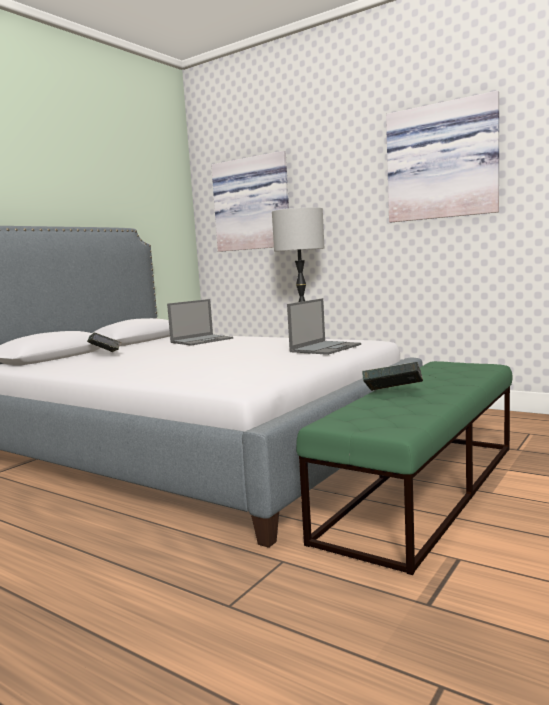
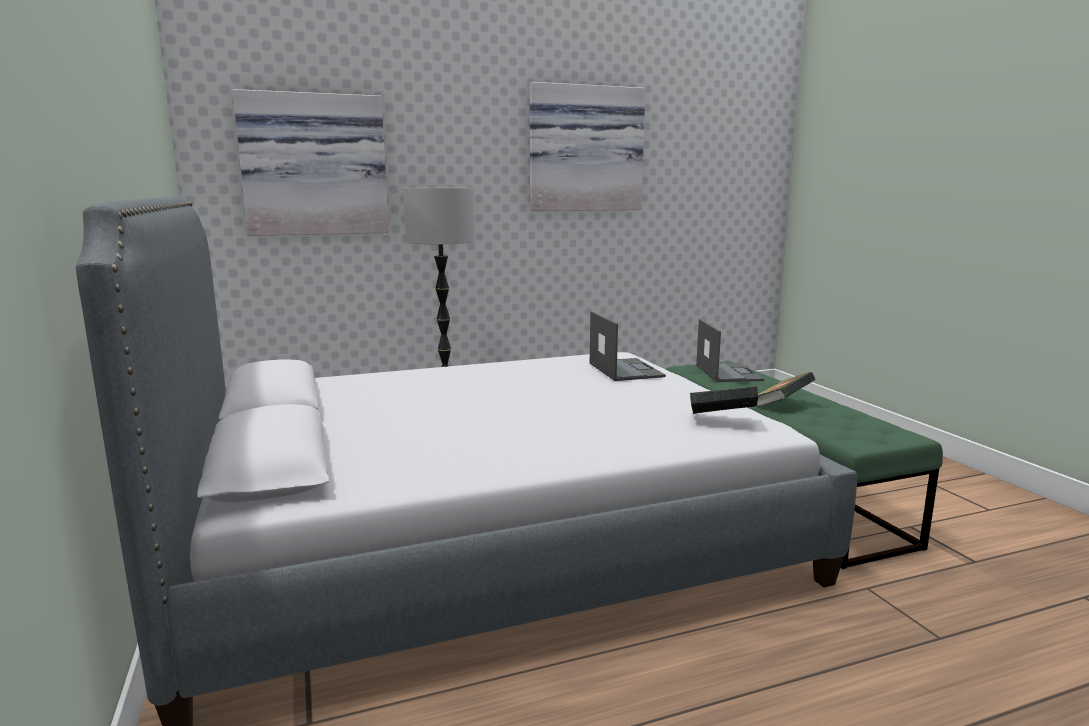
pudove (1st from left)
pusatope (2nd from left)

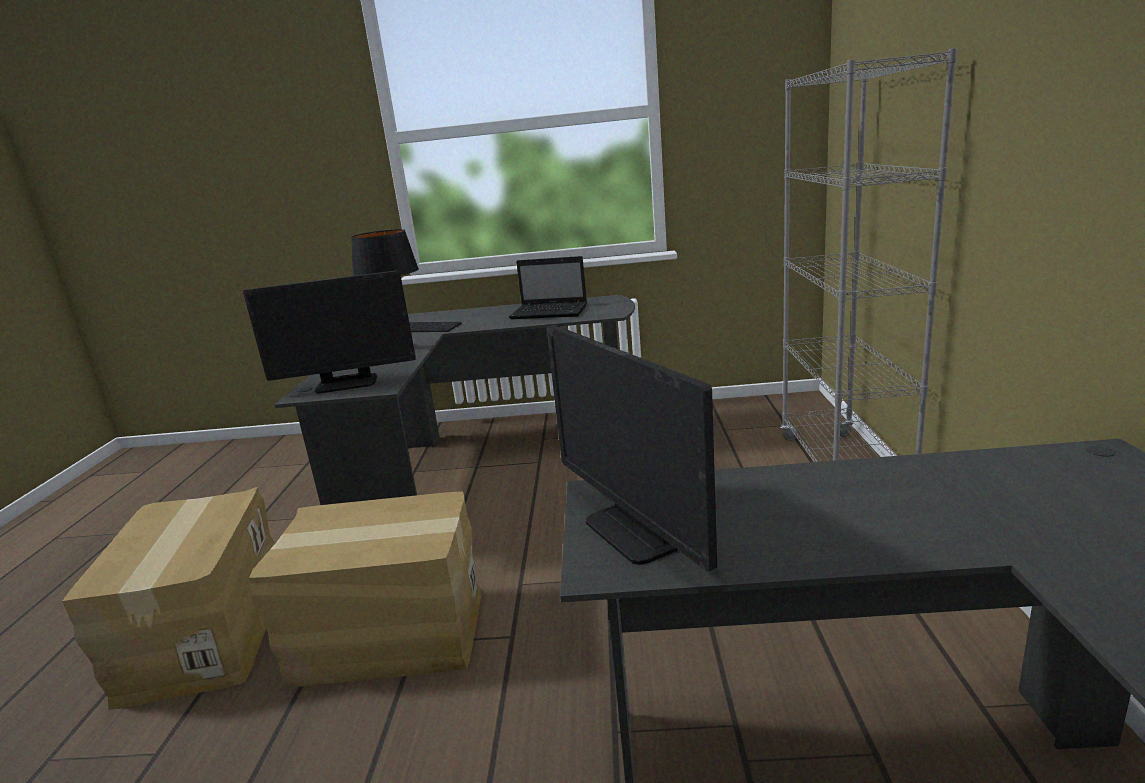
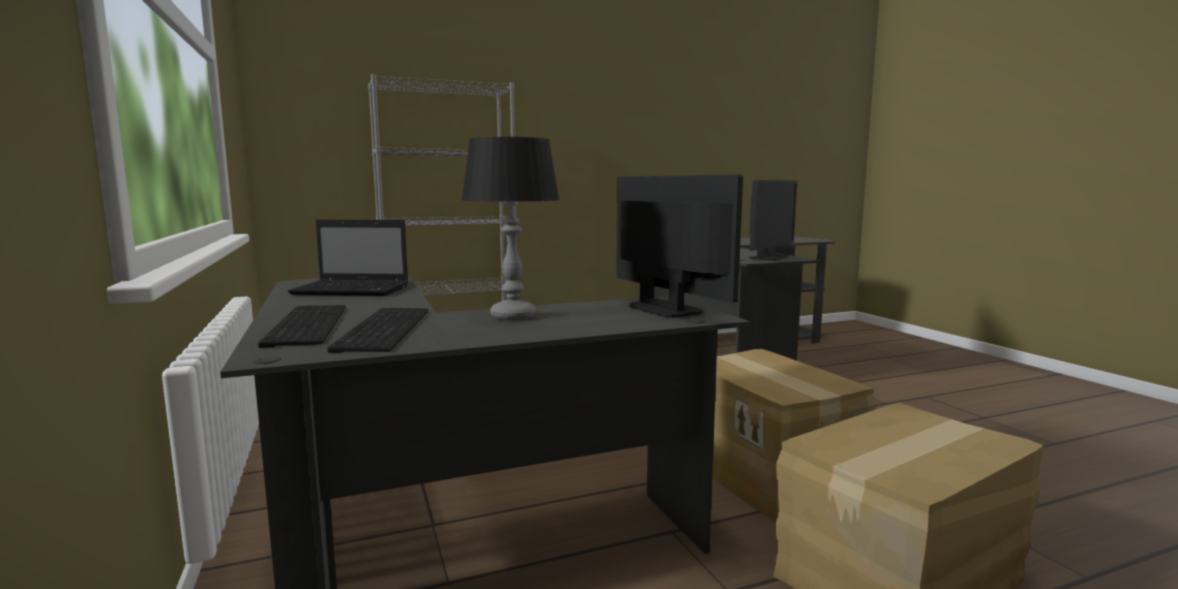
pusatope
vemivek (1st from left)

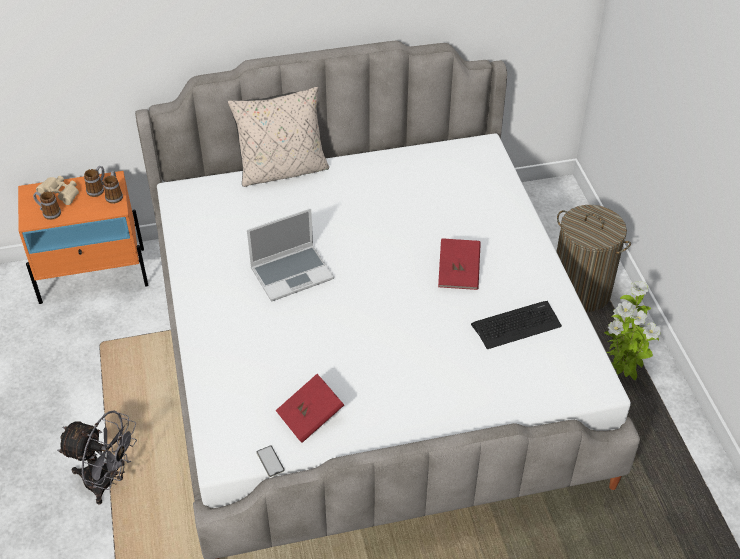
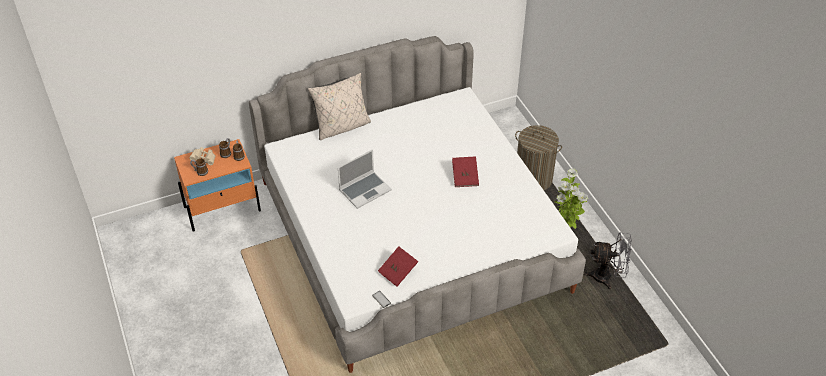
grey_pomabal
vemivek

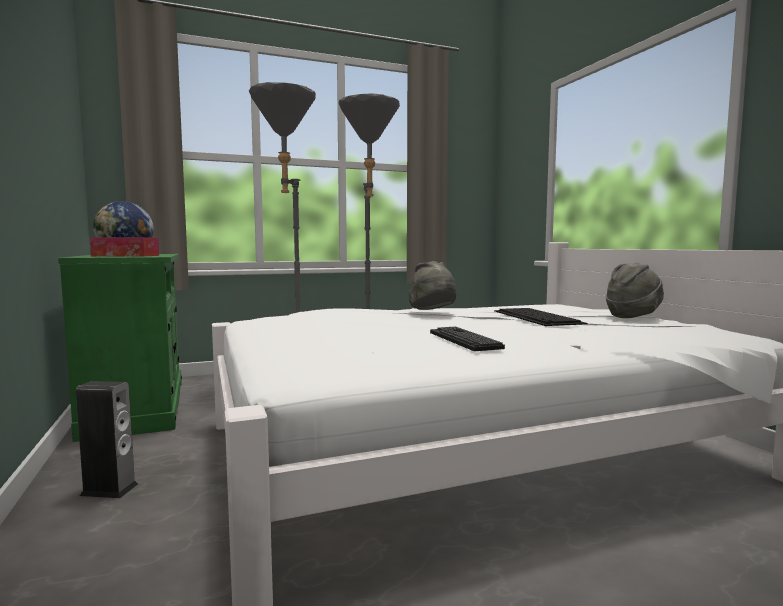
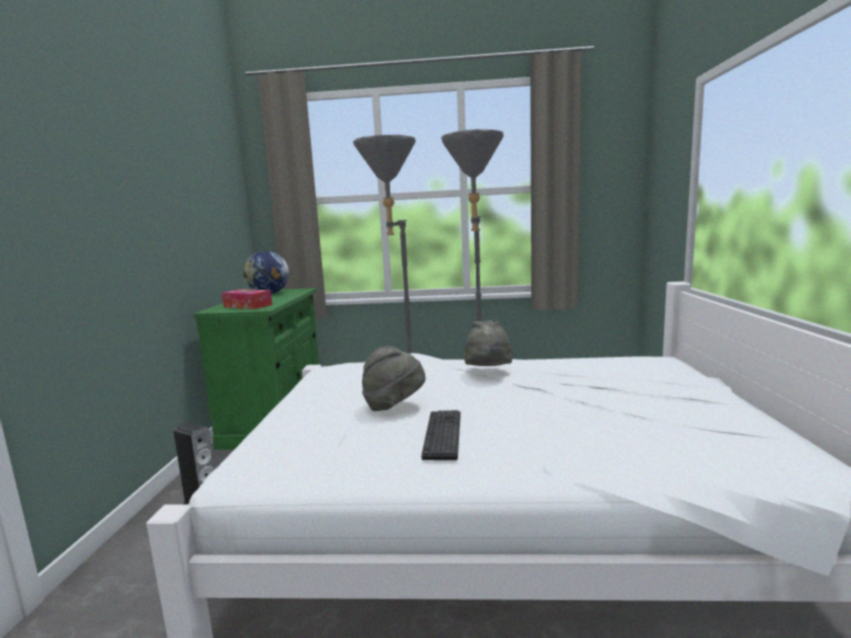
vemivek (2nd from left in the first image)
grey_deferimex (1st from left)

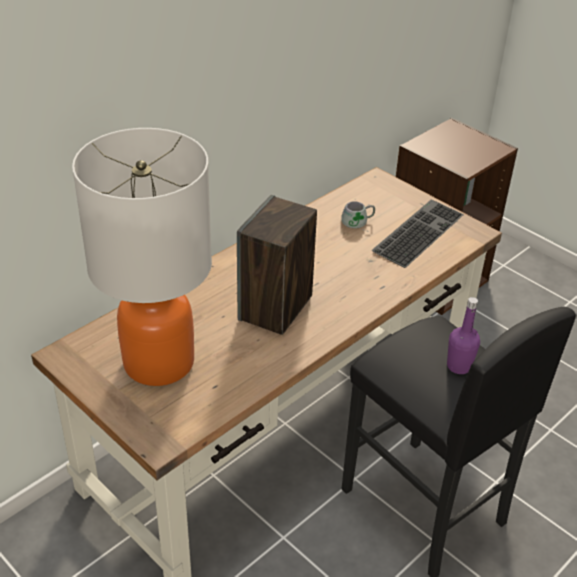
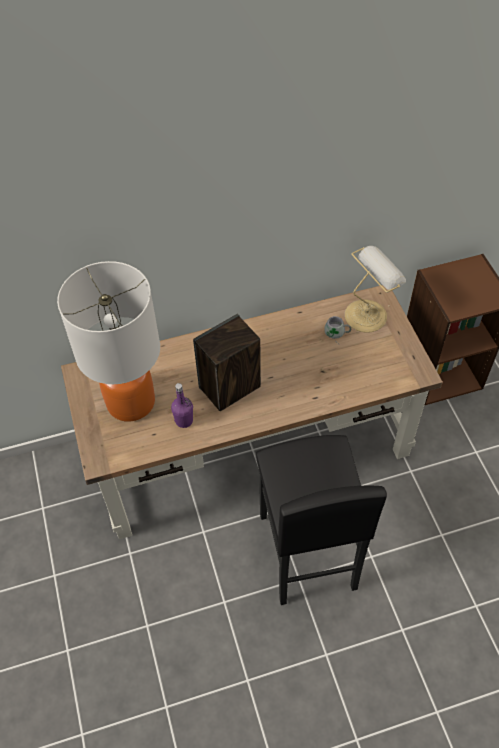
vemivek
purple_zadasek
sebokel (2nd from left)

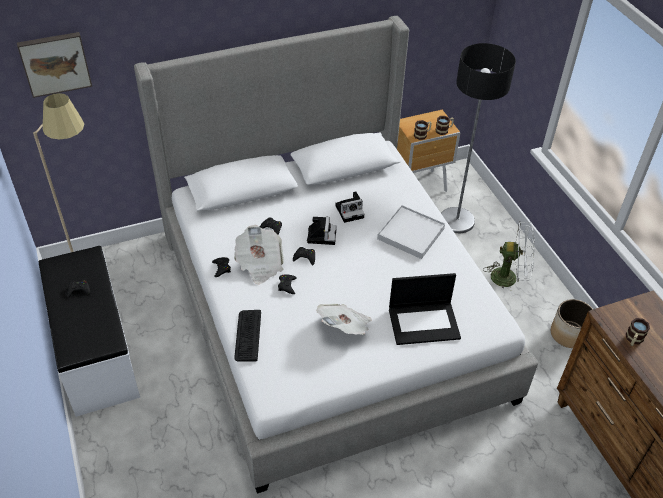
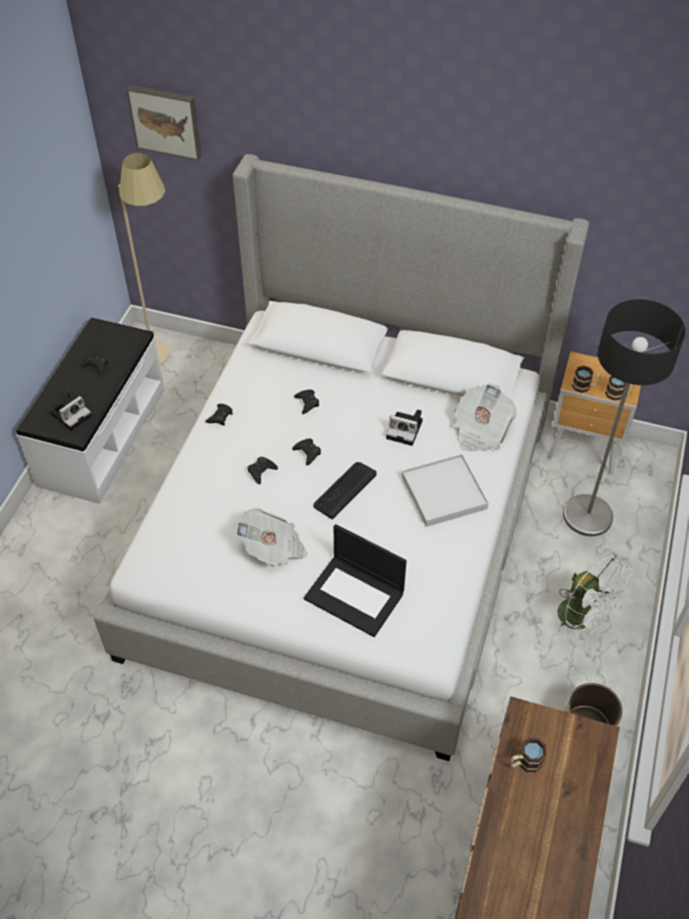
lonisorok (2nd from left)
vemivek
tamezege (1st from left)

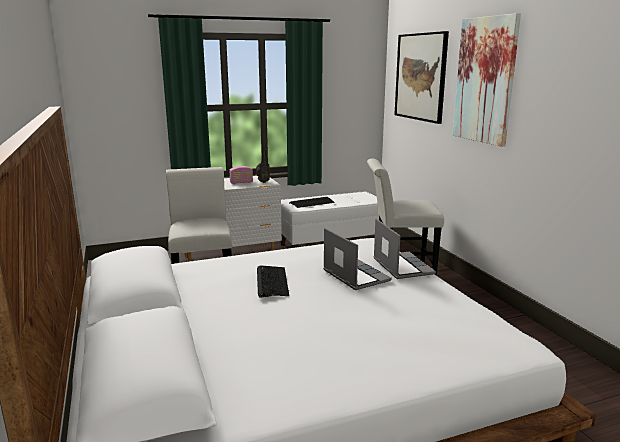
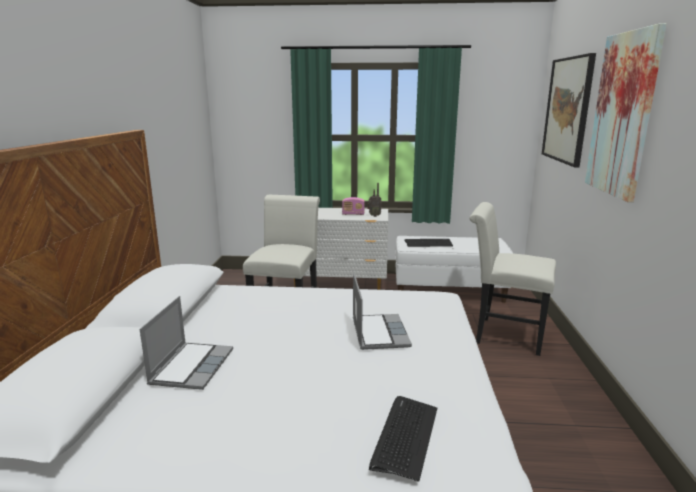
vemivek (1st from left)
pusatope (1st from left)

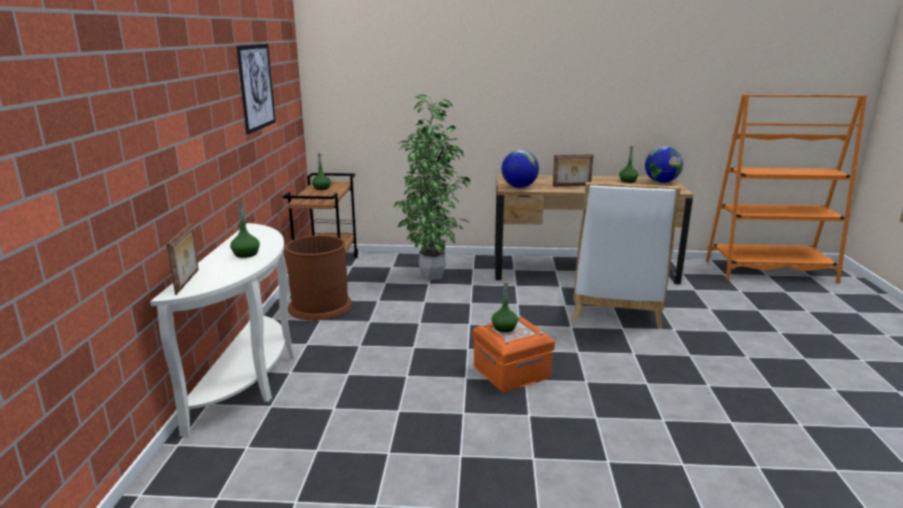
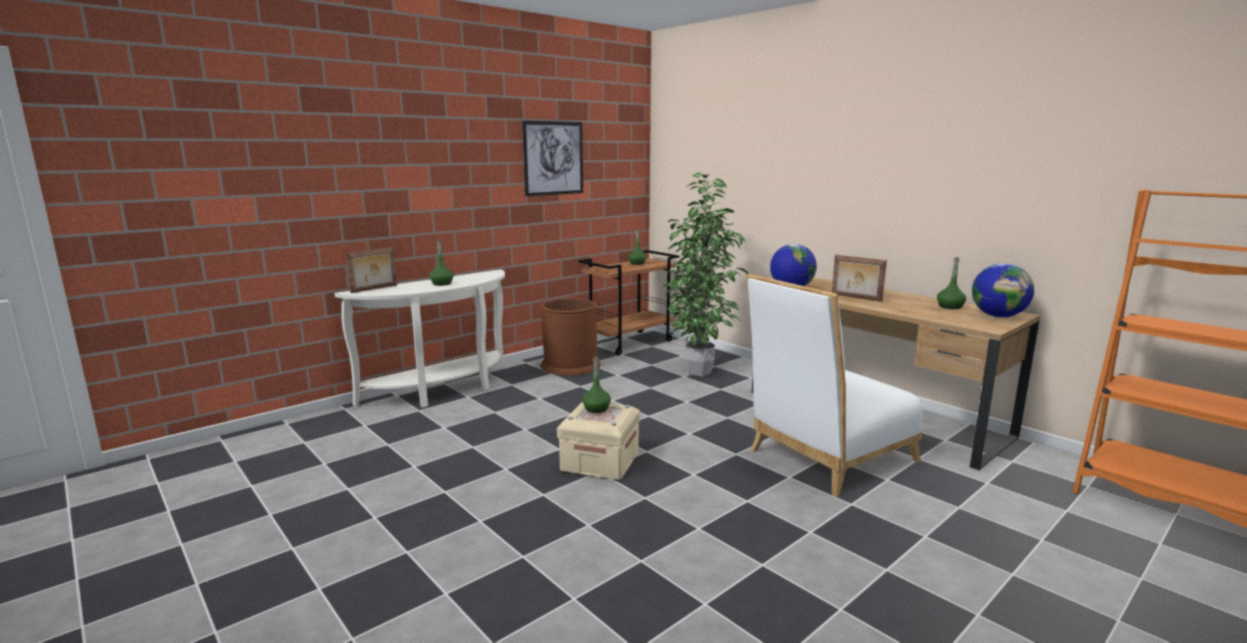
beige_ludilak

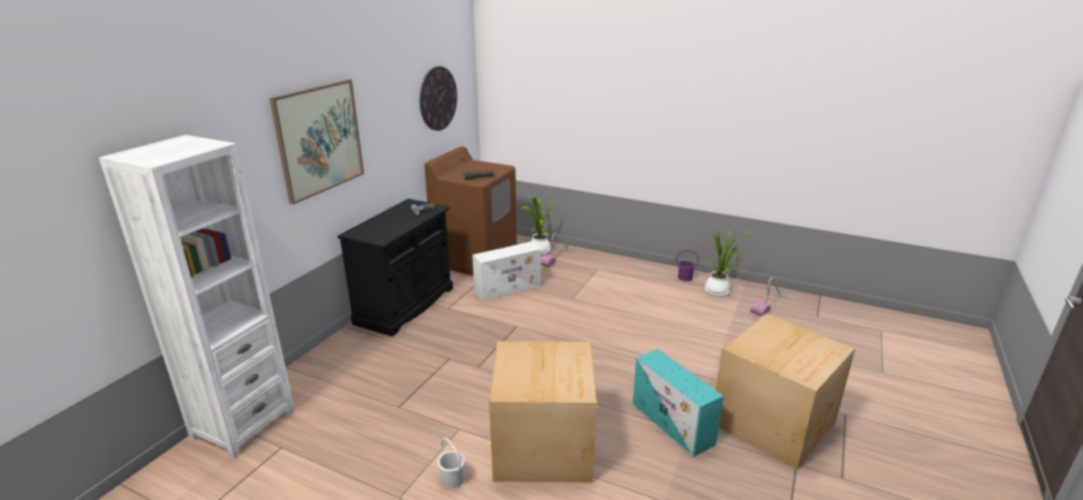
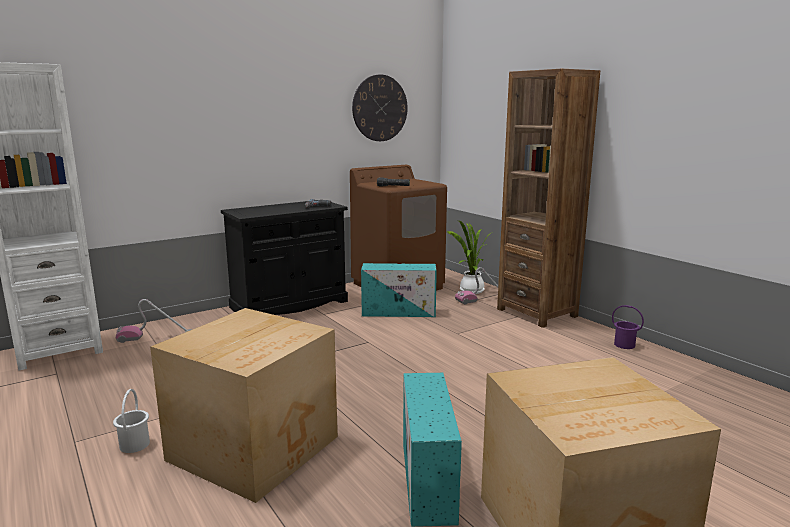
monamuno
turquoise_ludilak (1st from left)
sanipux (2nd from left in the first image)
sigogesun (1st from left)
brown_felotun

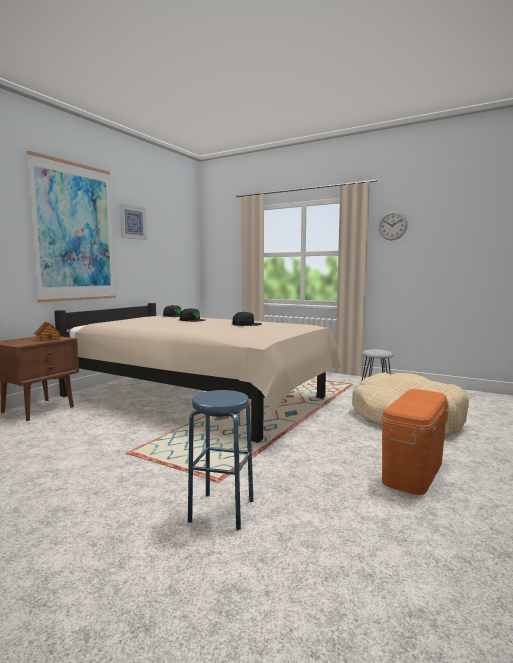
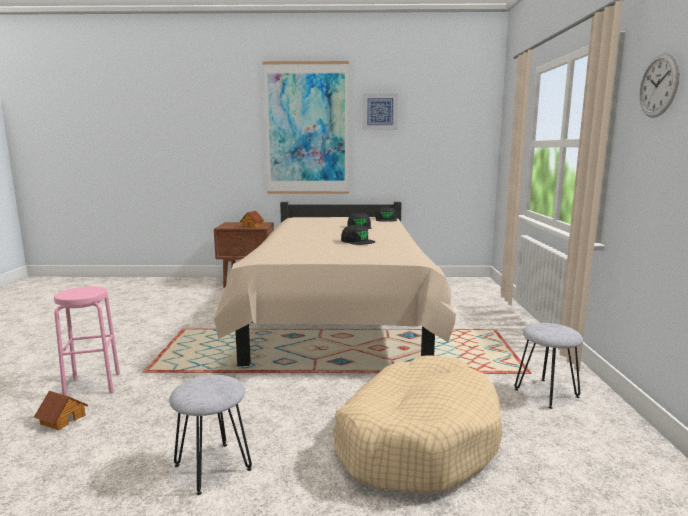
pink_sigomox
grey_sigomox (1st from left)
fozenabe (1st from left)

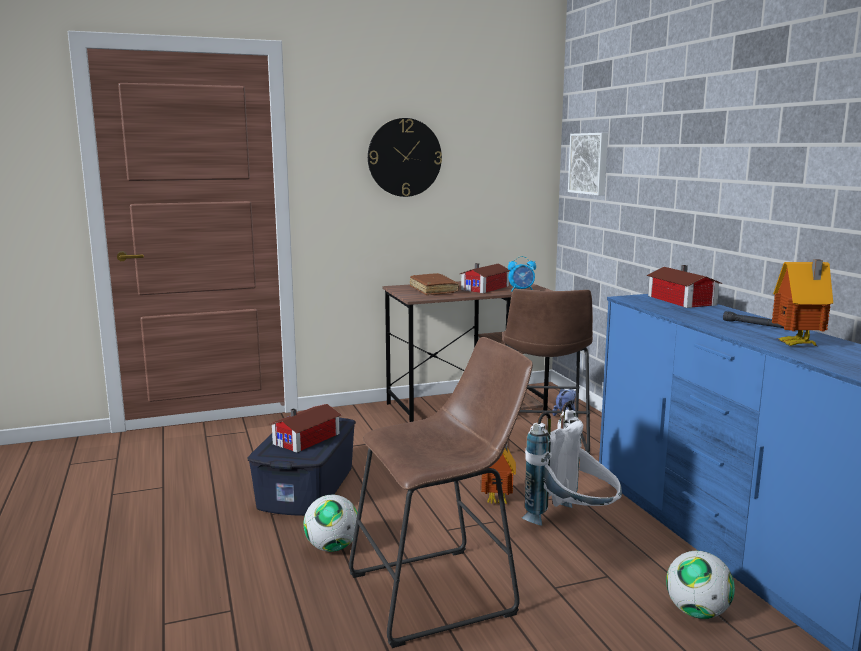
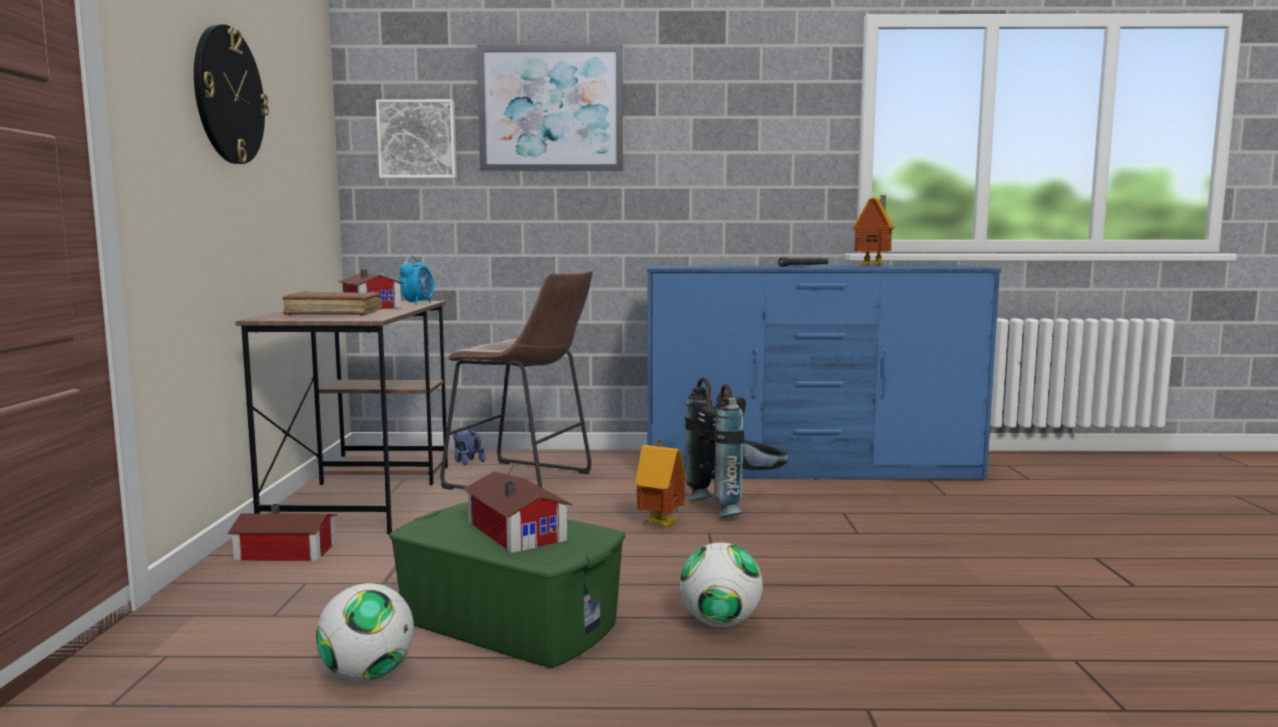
green_ludilak
brown_sigomox (1st from left in the first image)
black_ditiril
fozenabe (1st from left)
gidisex (1st from left)
monamuno (2nd from left)

